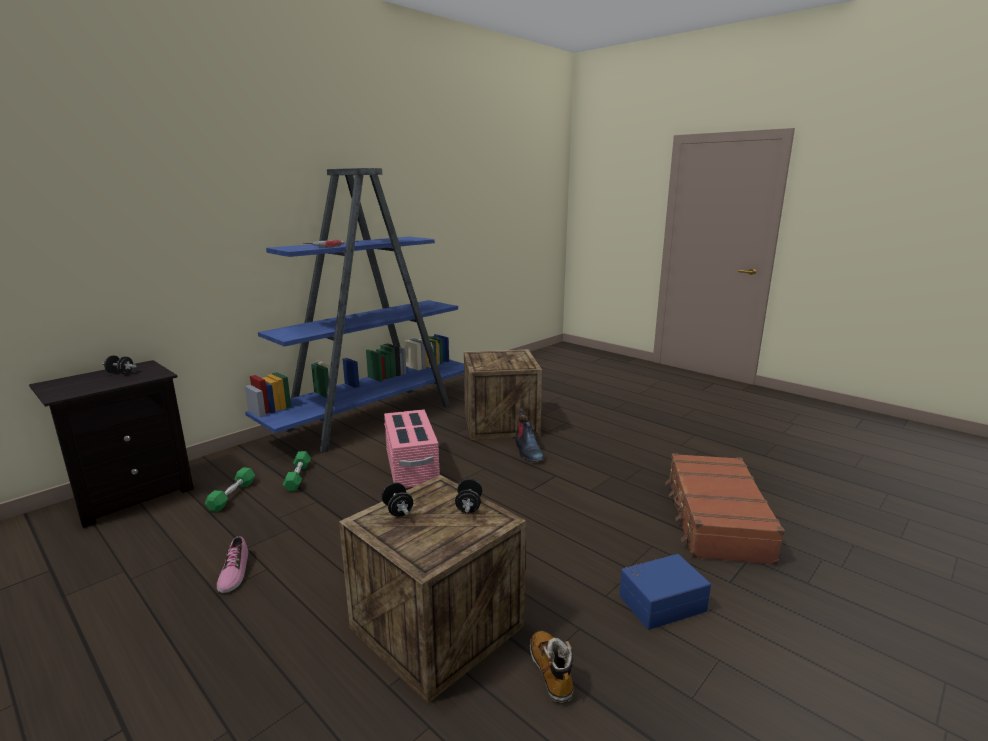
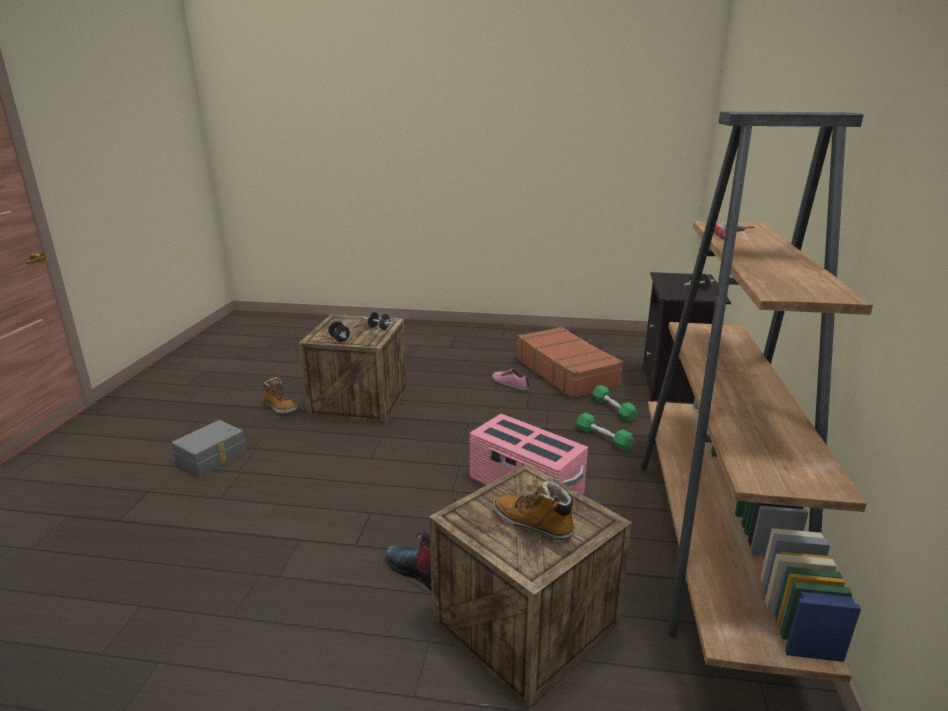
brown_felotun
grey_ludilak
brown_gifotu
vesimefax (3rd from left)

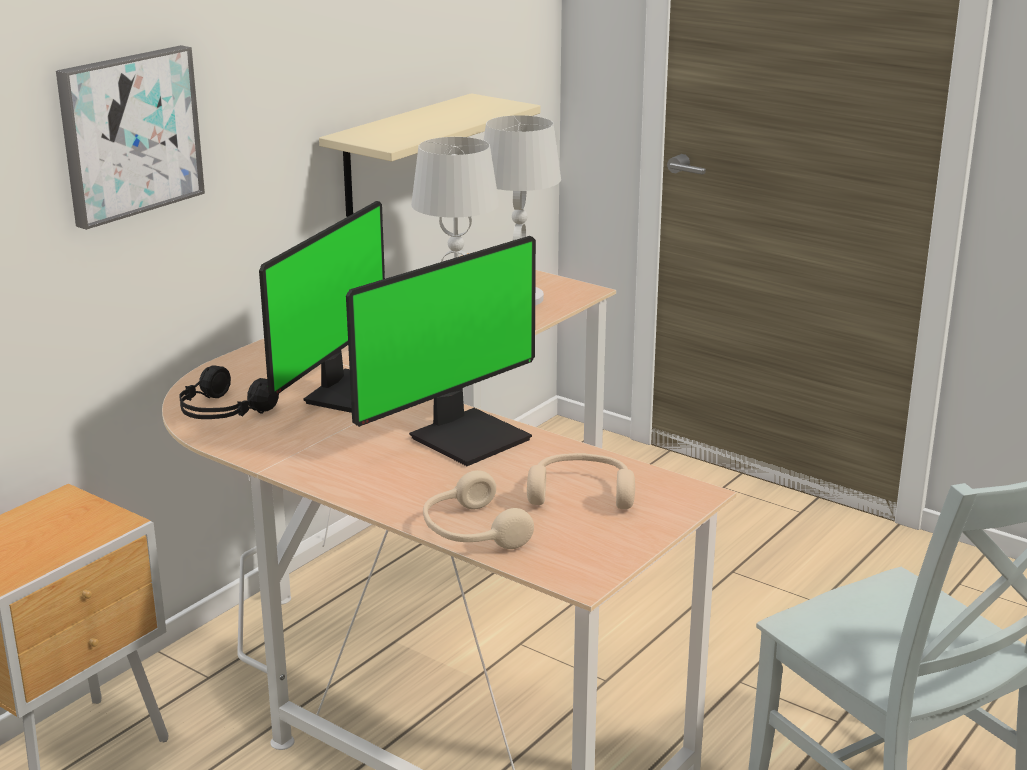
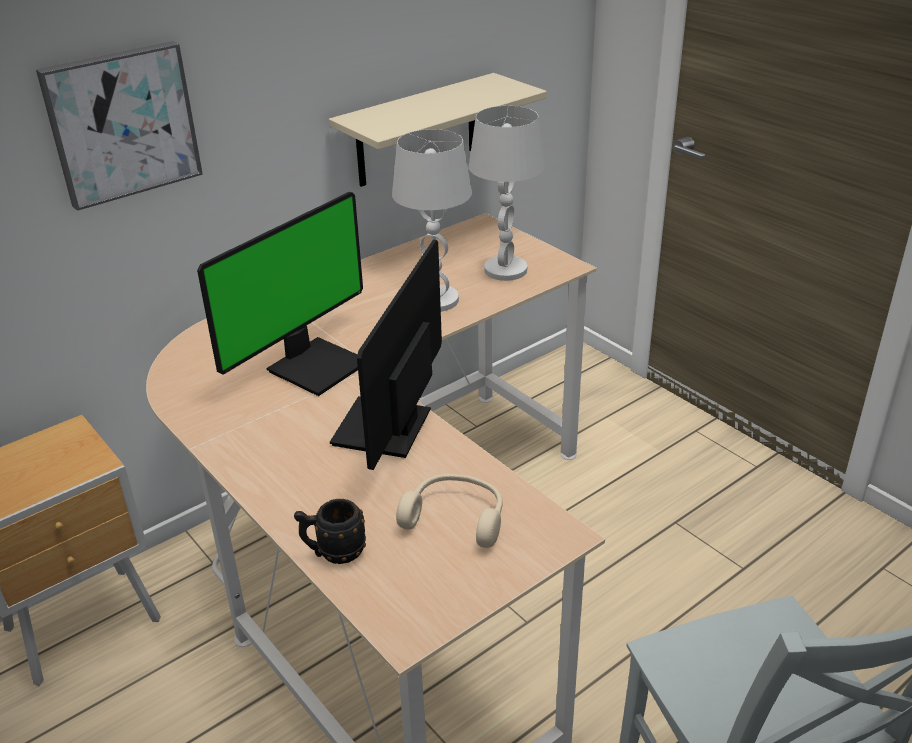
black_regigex
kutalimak (2nd from left)
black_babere

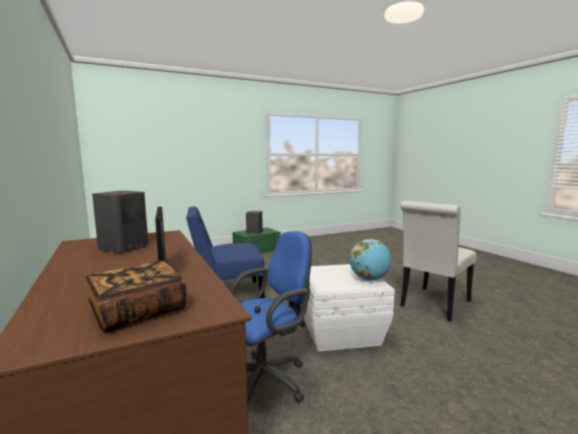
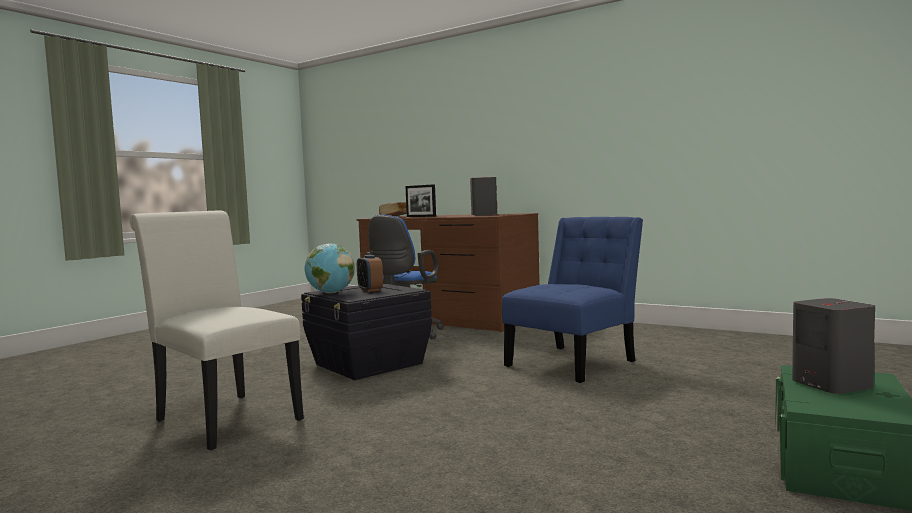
black_ludilak
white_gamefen
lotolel

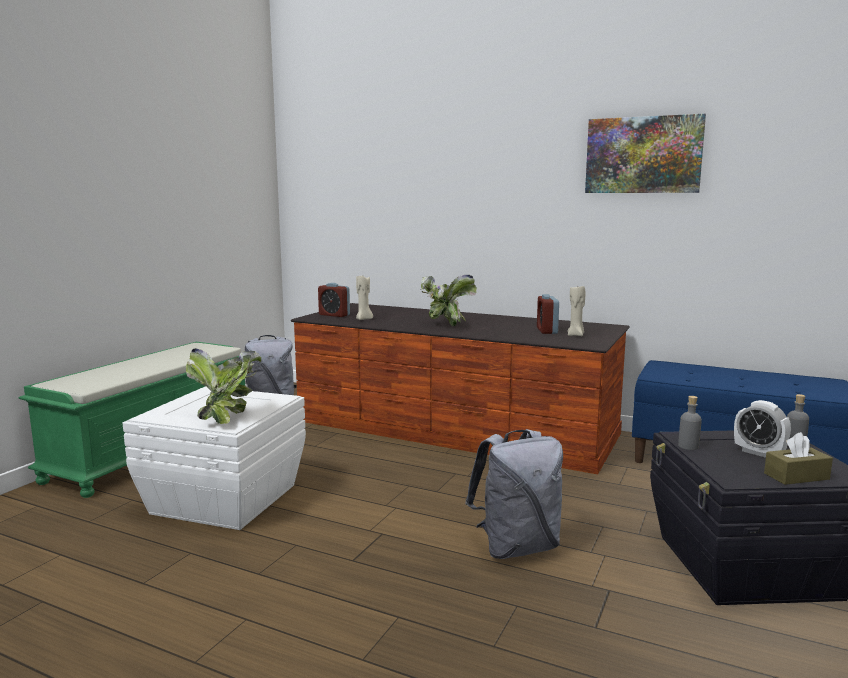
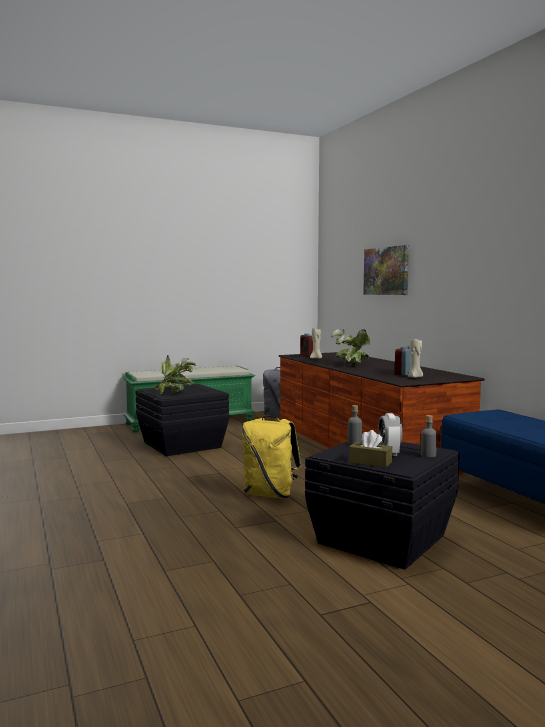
black_ludilak (1st from left)
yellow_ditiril
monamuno

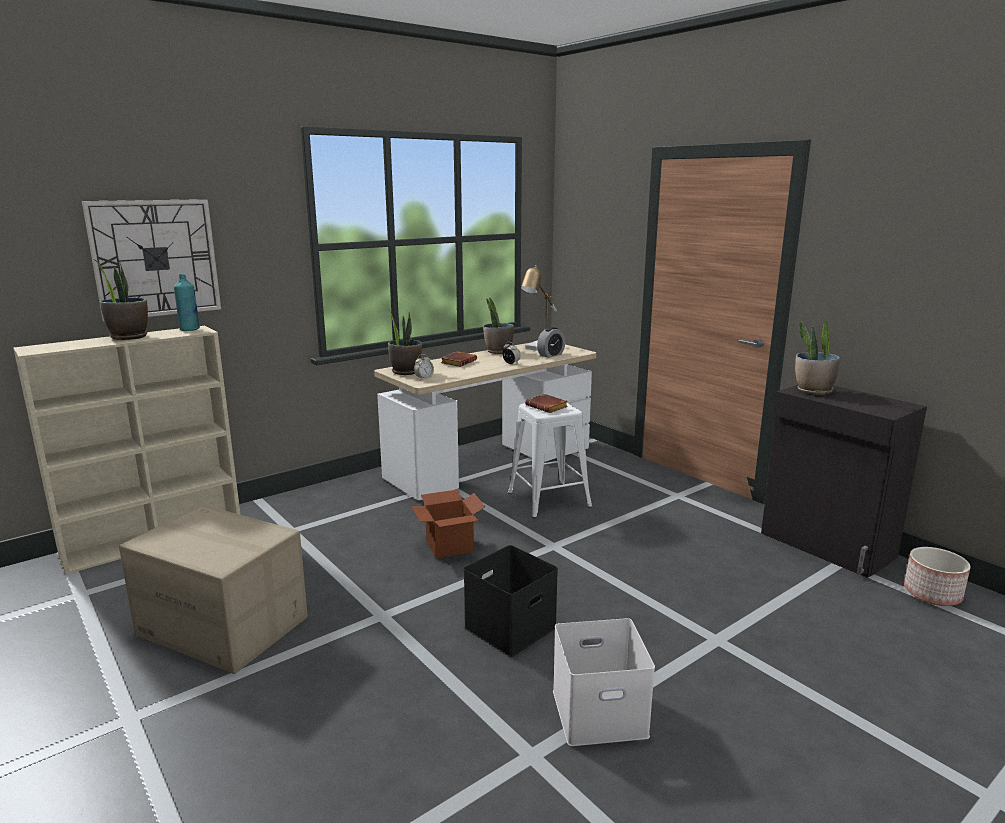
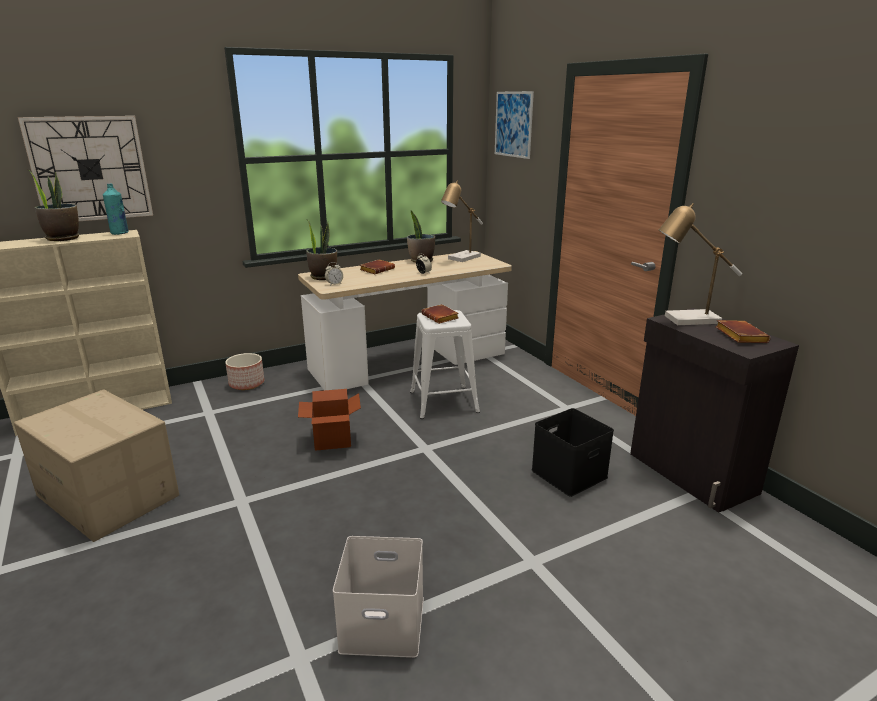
black_ludilak
lotolel (3rd from left in the first image)
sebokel (2nd from left)
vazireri
monamuno
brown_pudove (3rd from left)

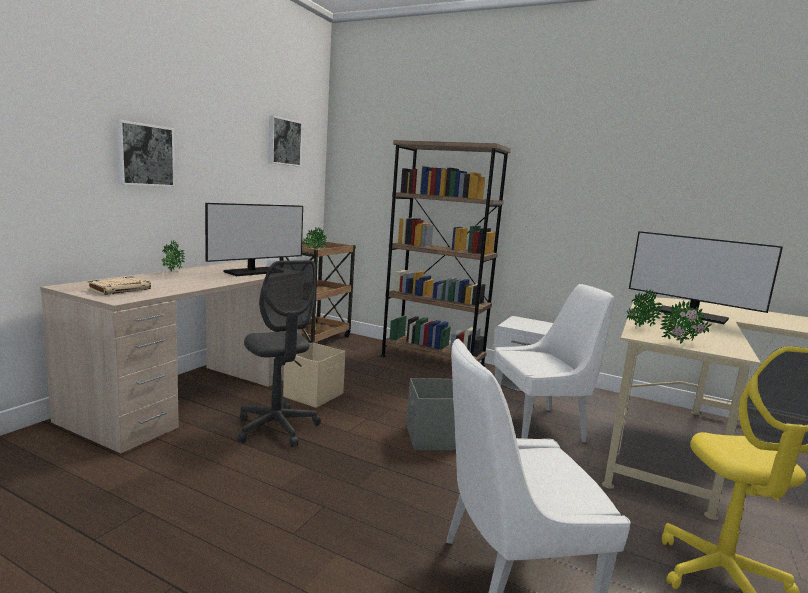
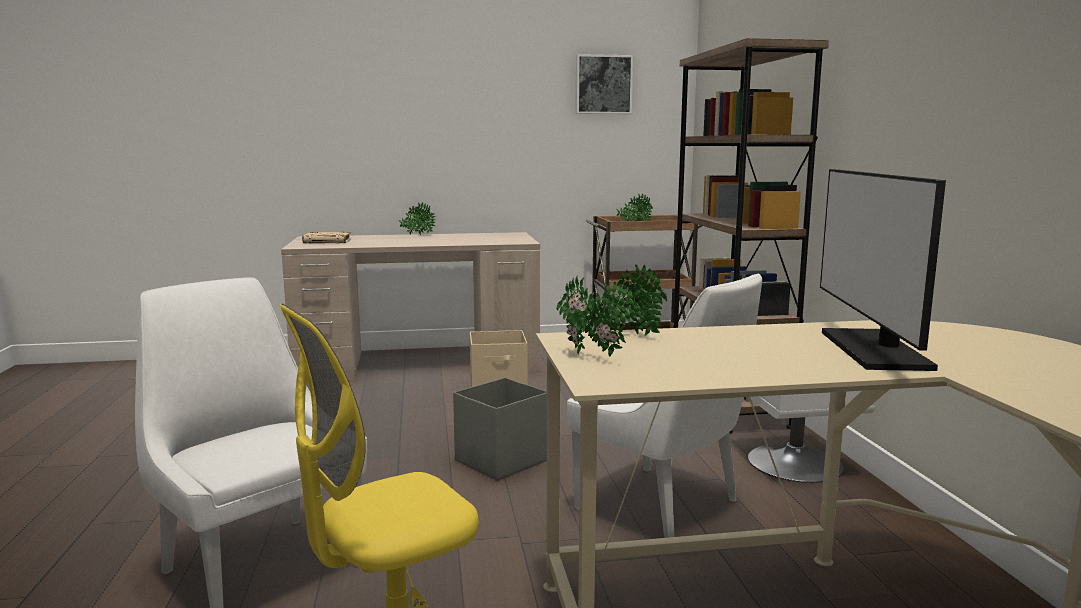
monamuno (1st from left in the first image)
kutalimak (1st from left in the first image)
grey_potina

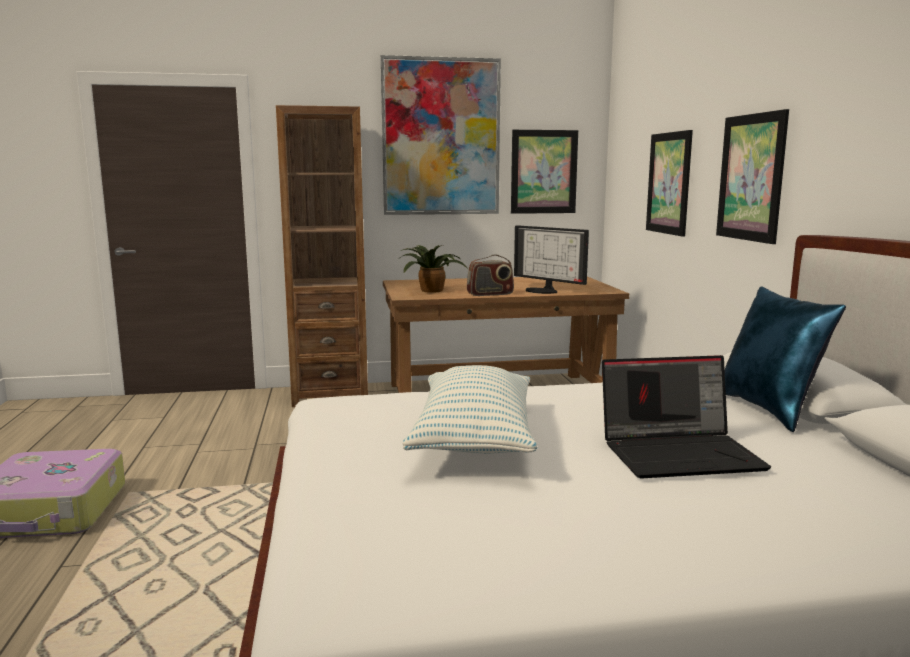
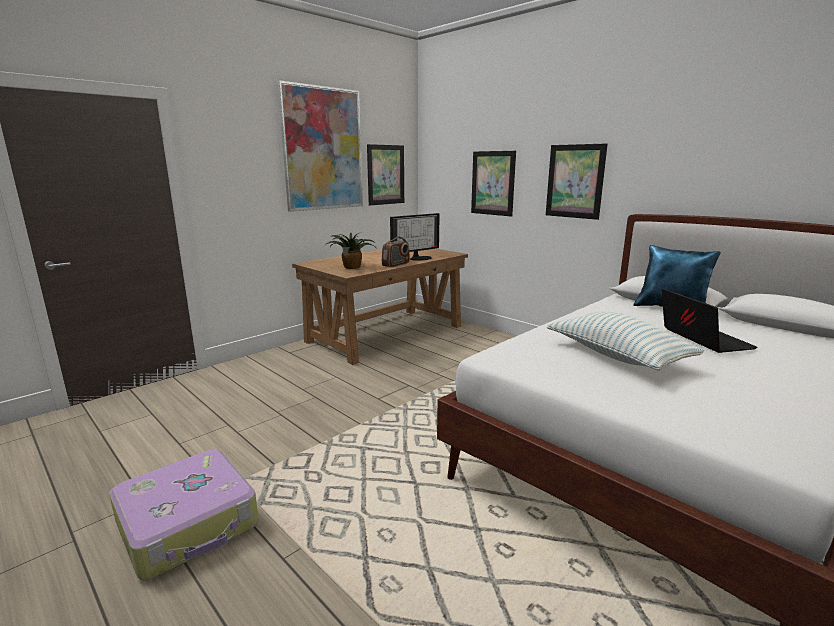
brown_felotun
kutalimak
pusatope

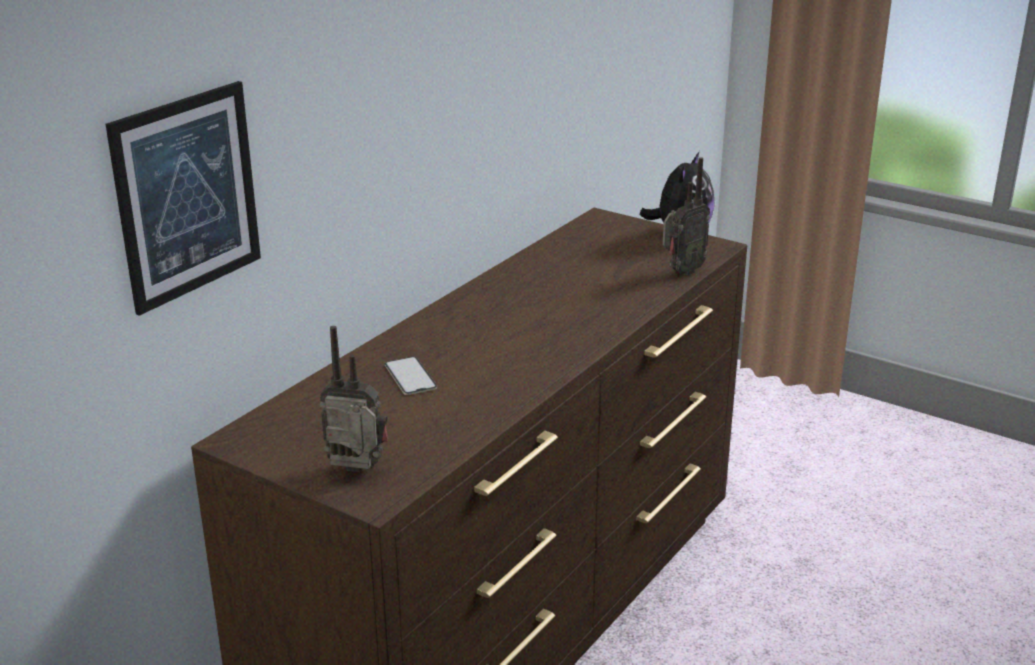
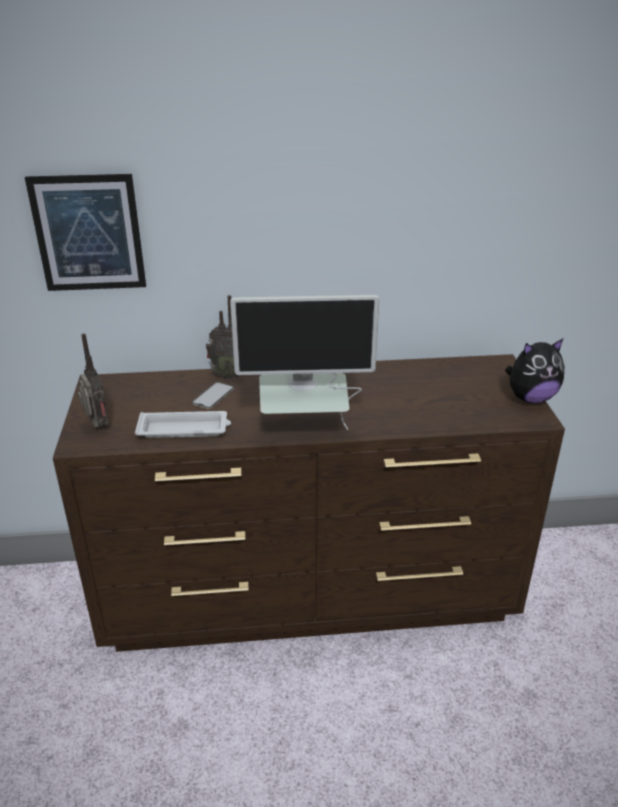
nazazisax (2nd from left)
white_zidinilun
kutalimak

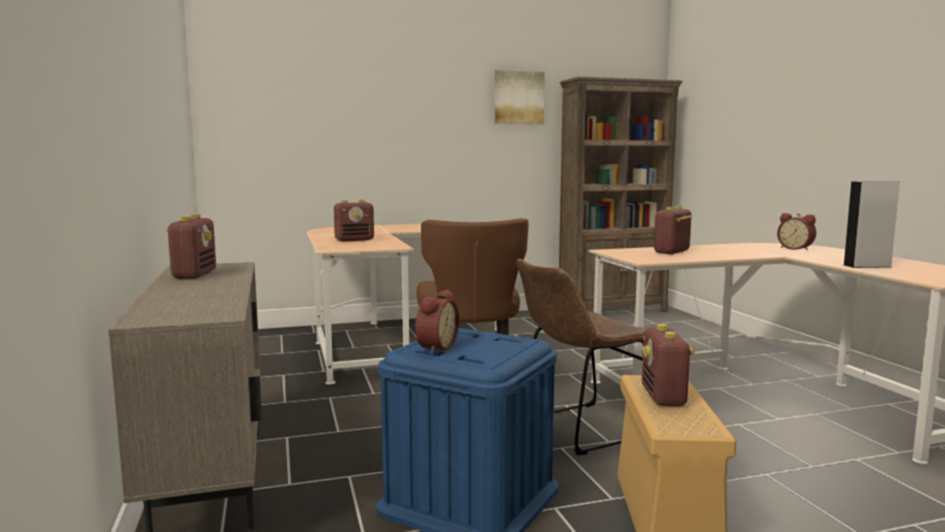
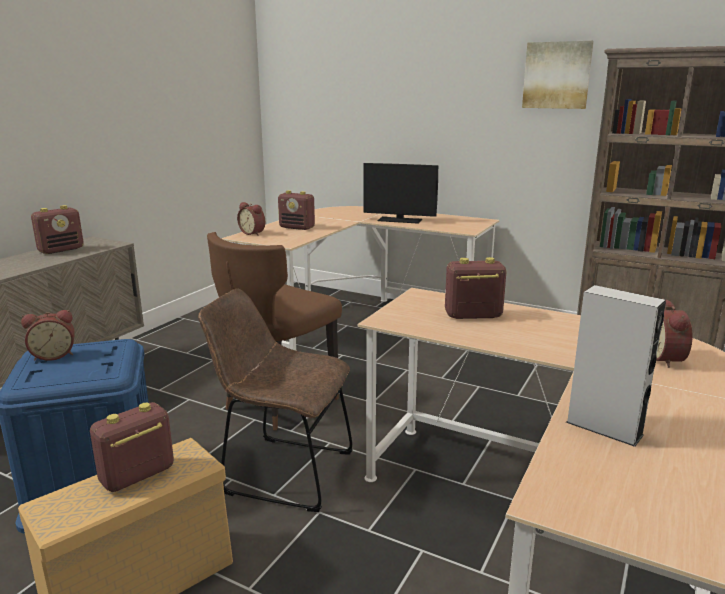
lotolel (2nd from left)
kutalimak

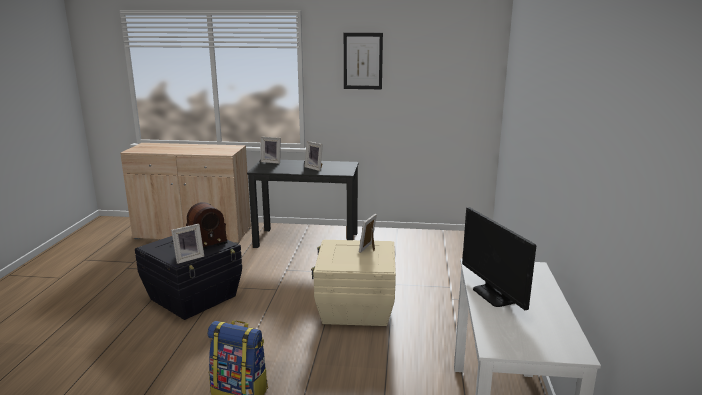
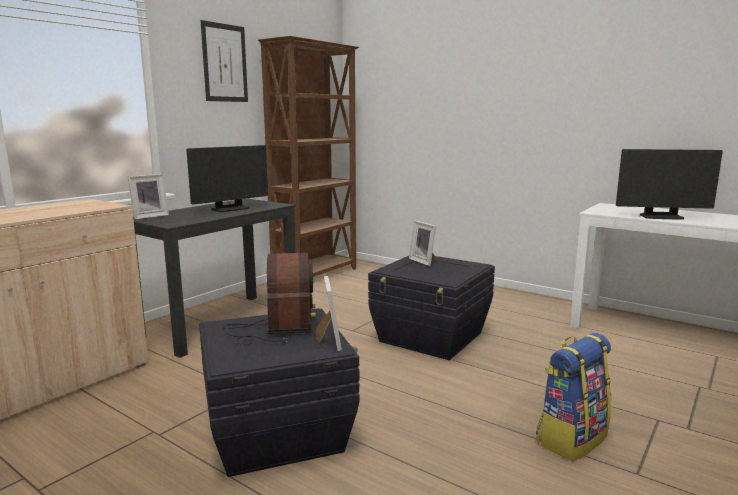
kutalimak (1st from left)
black_ludilak (2nd from left)
brown_felotun

